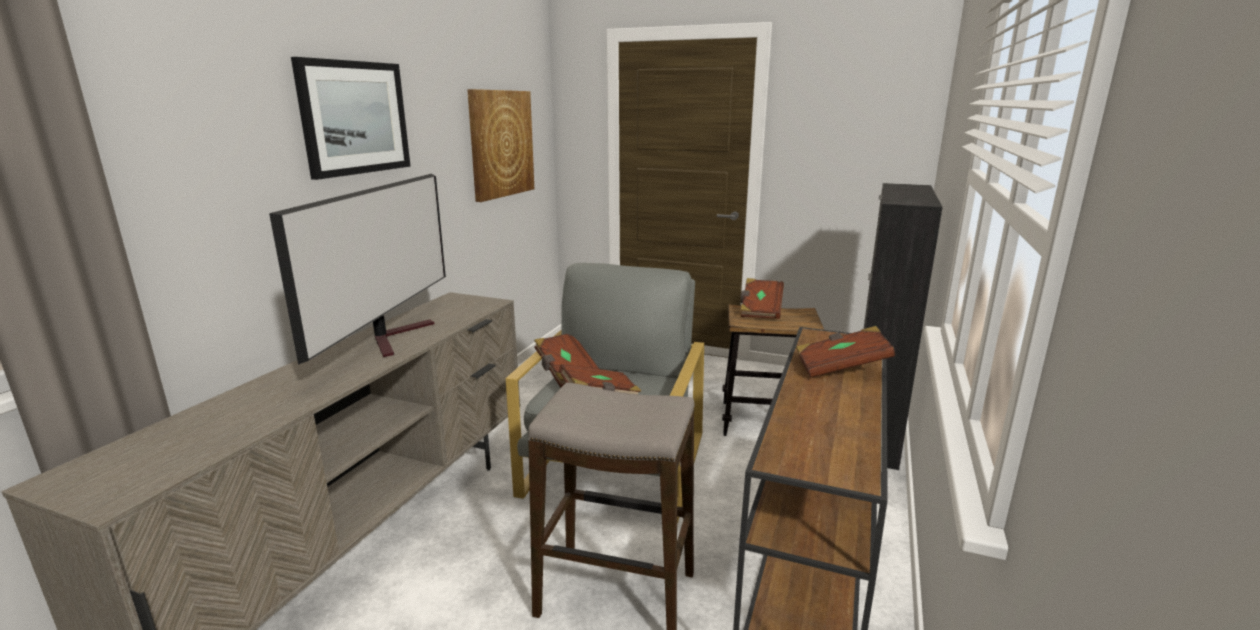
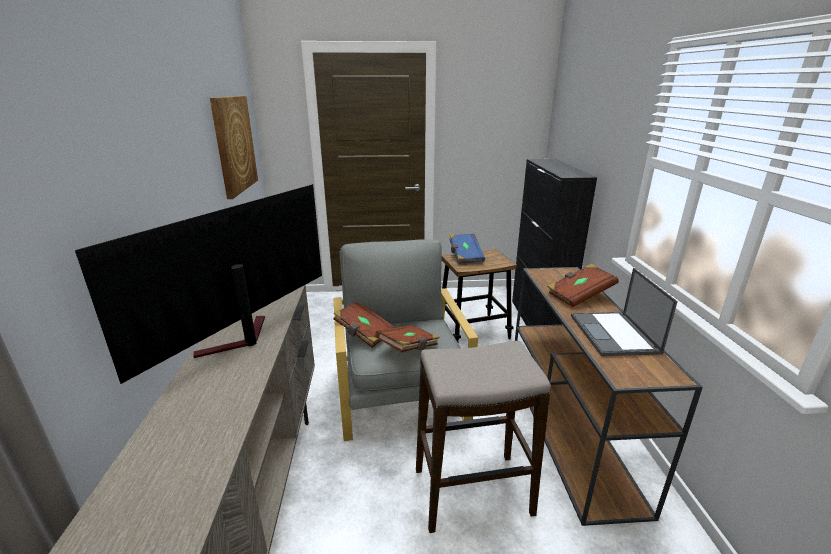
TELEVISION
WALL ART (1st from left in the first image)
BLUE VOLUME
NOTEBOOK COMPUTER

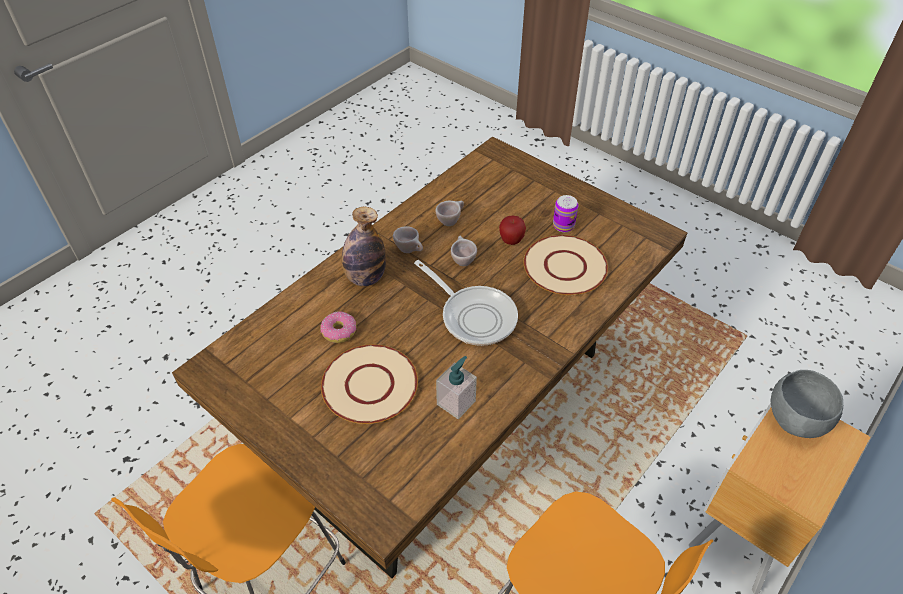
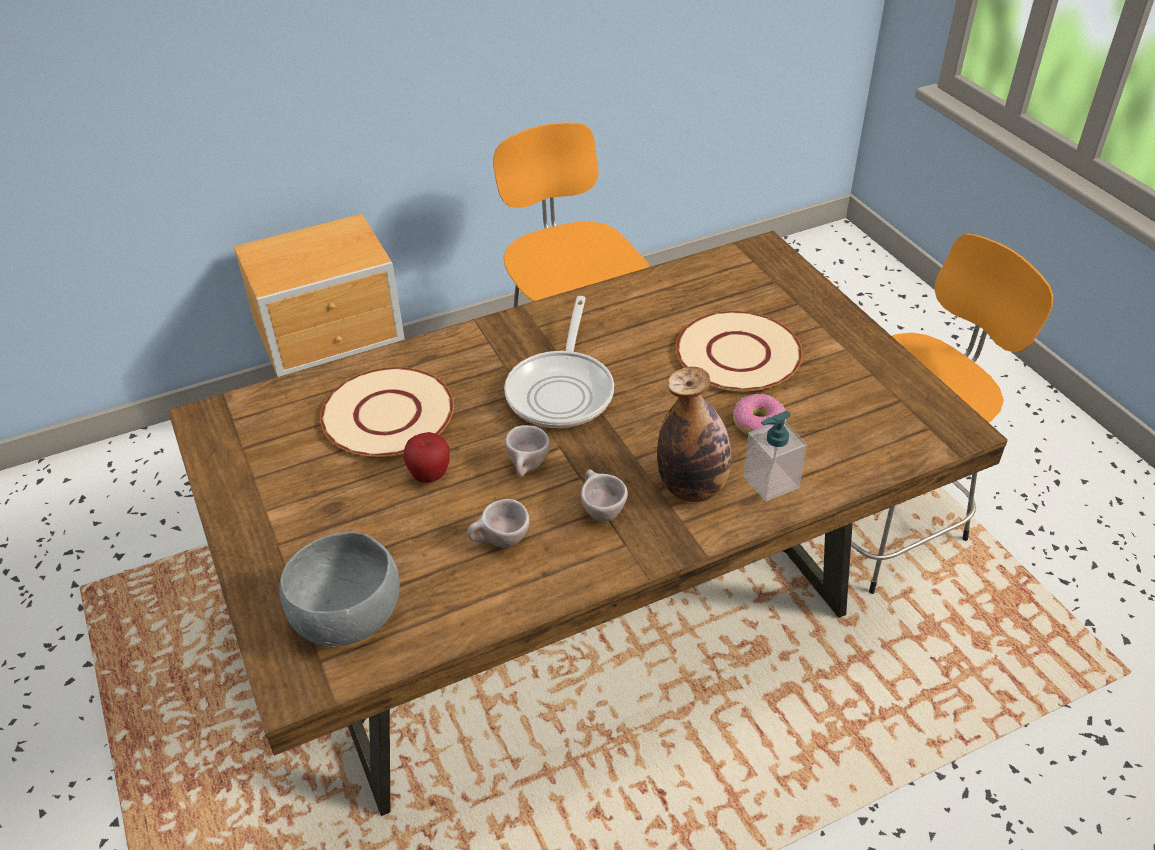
PAN
SOAP DISPENSER
SEALED CAN
GREYISH BOWL

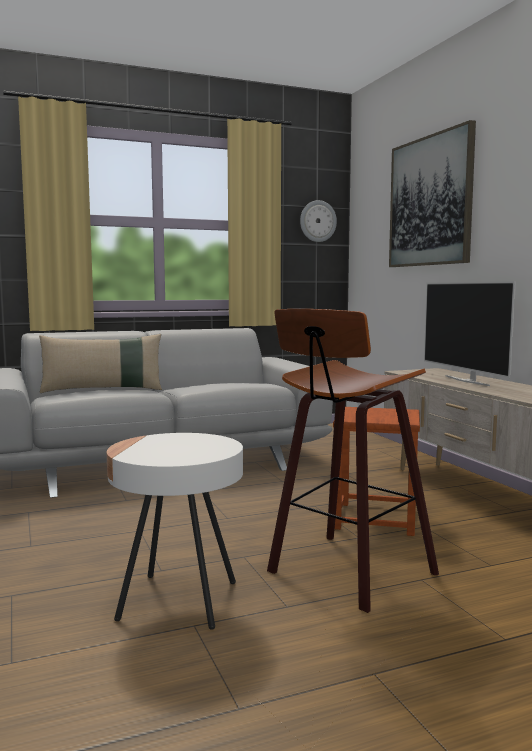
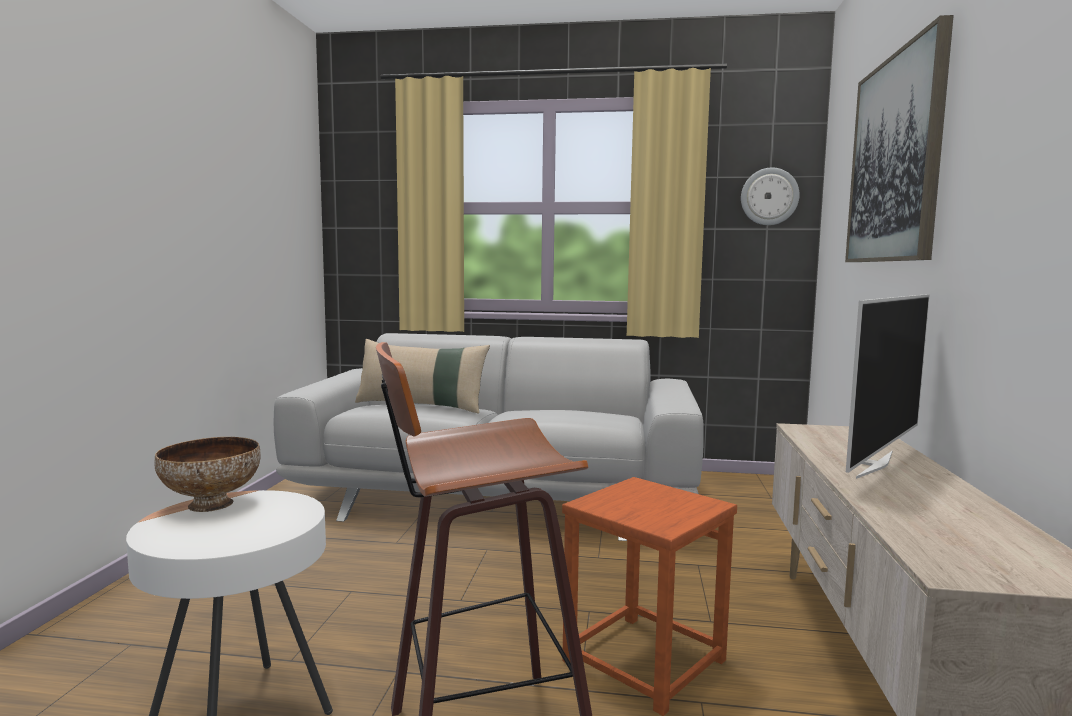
TELEVISION
BOWL

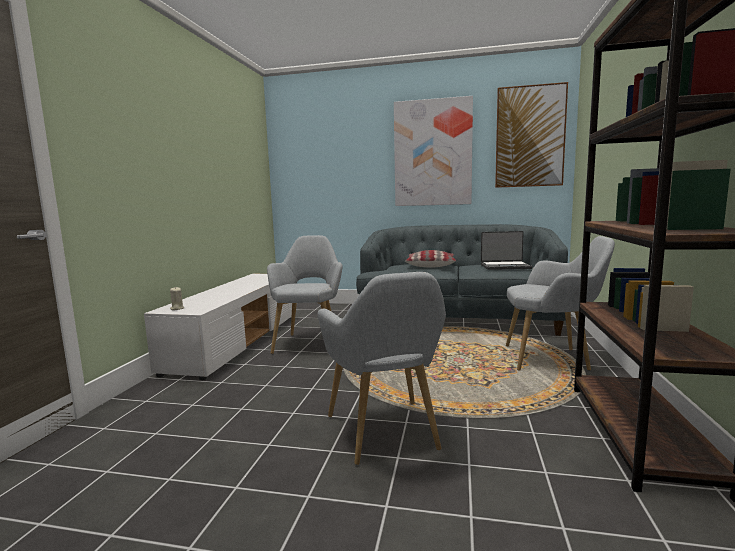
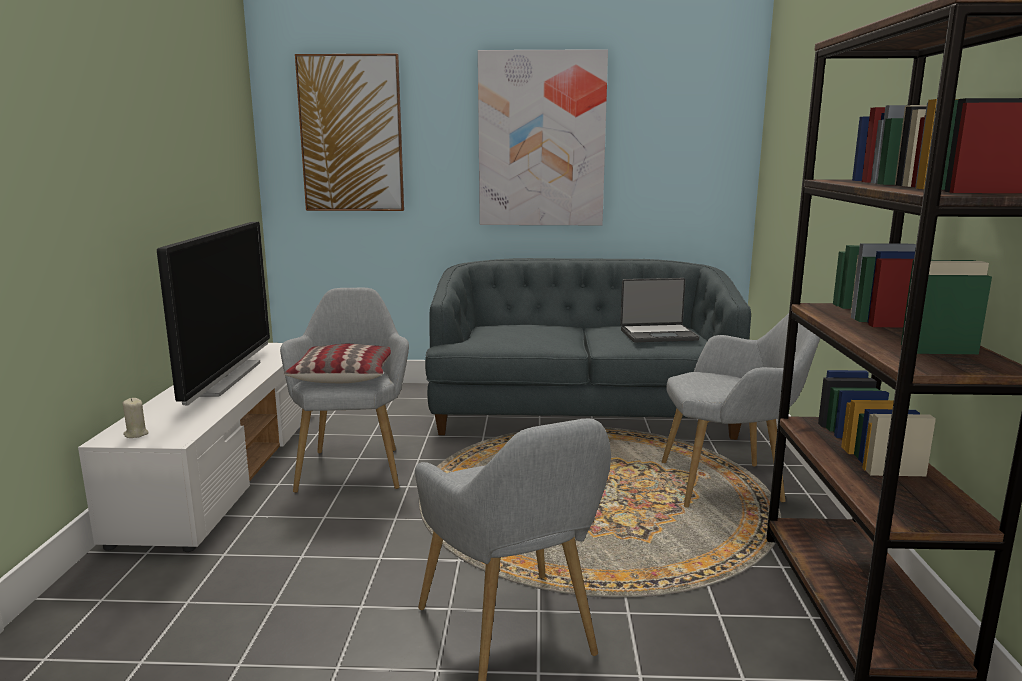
CUSHION
WALL ART (1st from left)
TELEVISION

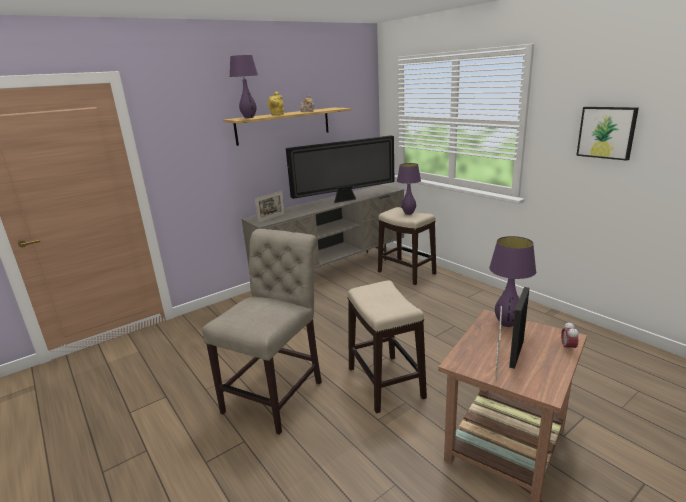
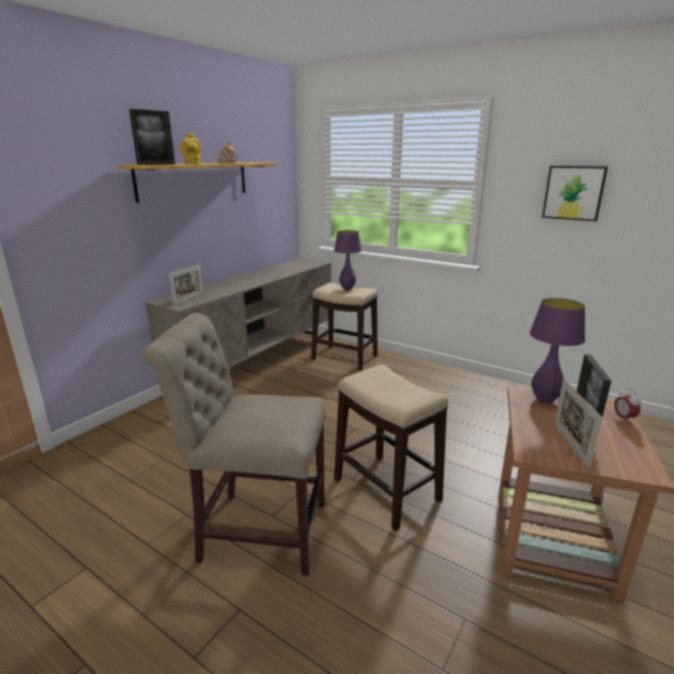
BEIGE PLAIN CHAIR
PHOTO FRAME (1st from left)
TELEVISION

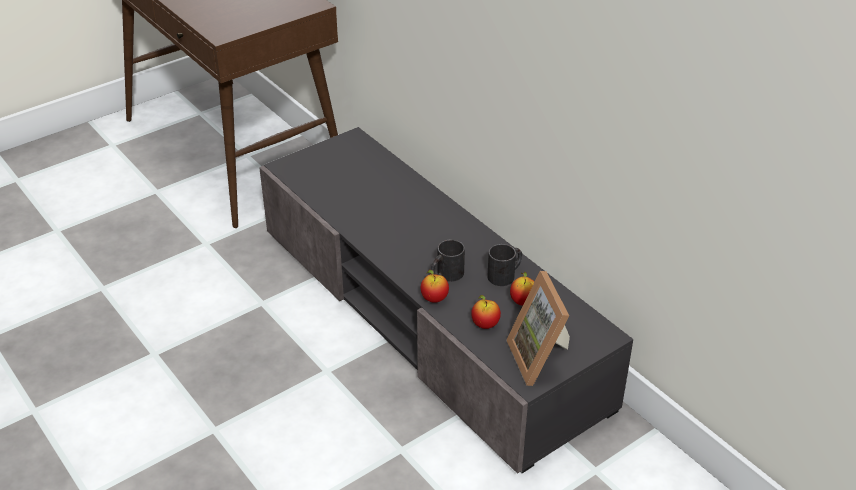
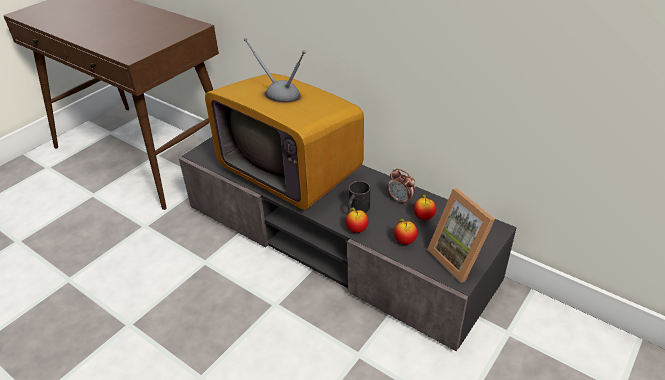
TABLE CLOCK
TELEVISION

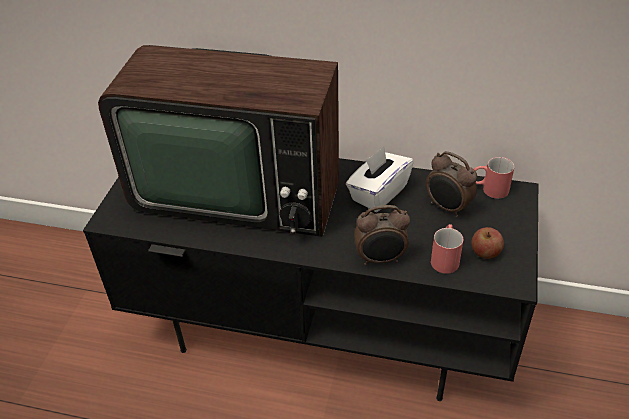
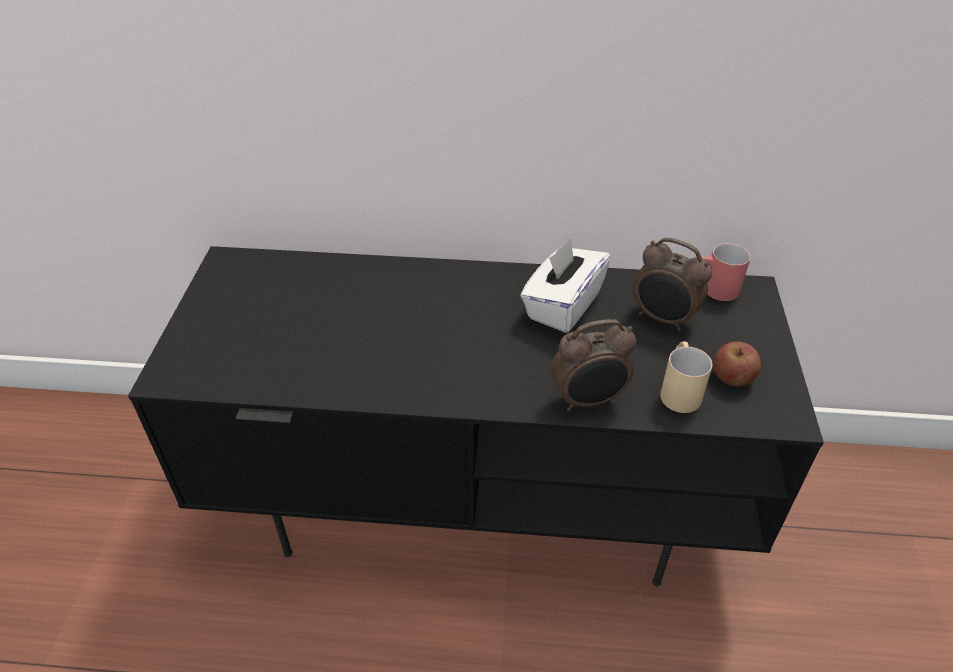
TELEVISION
BEIGE TEA MUG

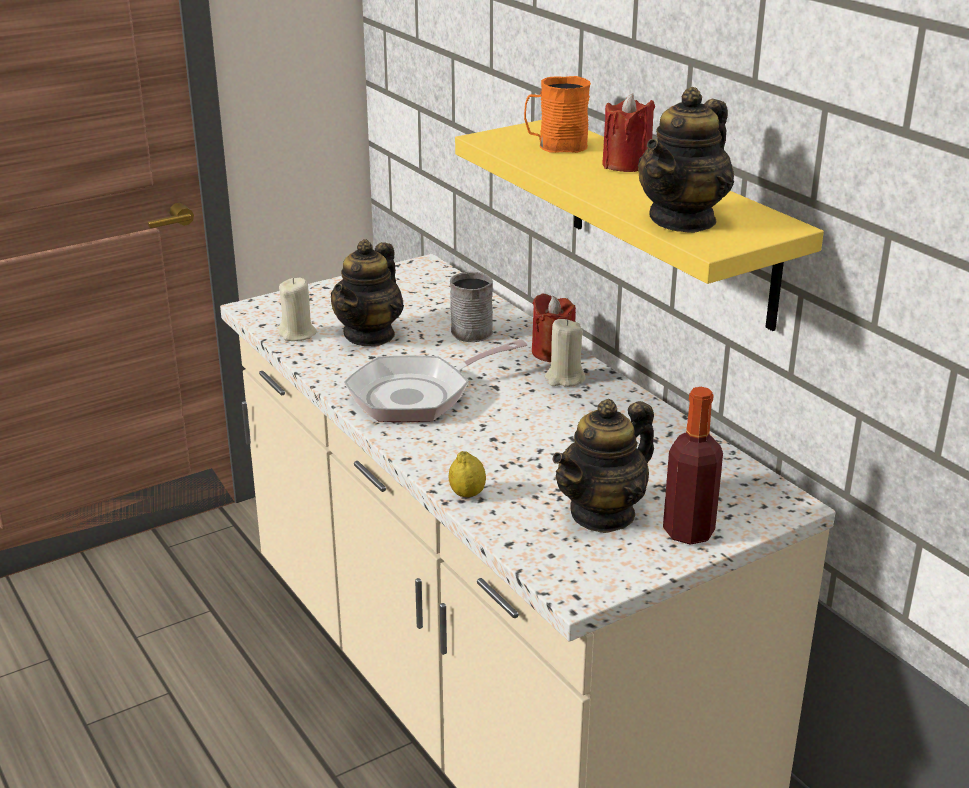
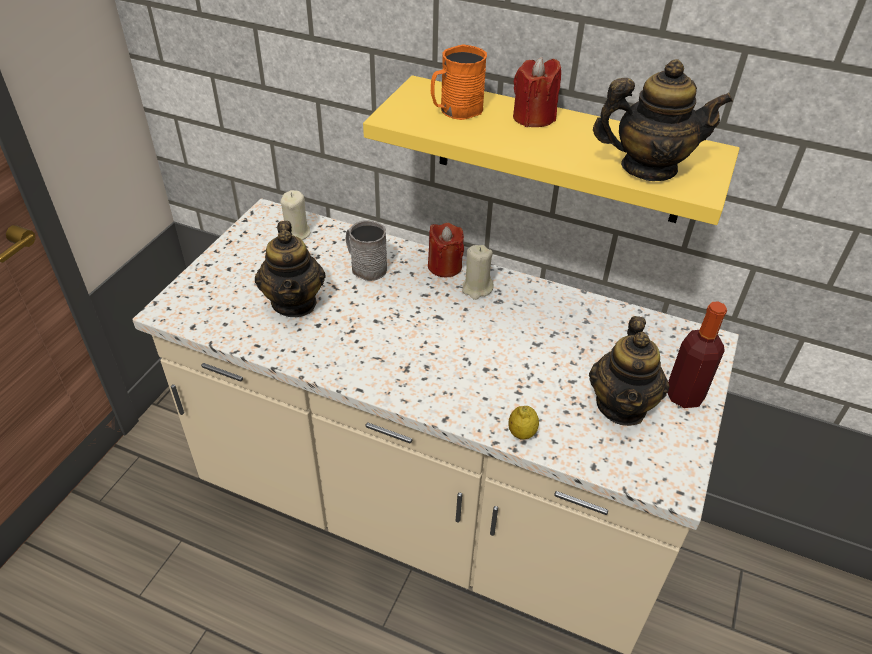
BEIGE WAX LIGHT (1st from left)
PAN
POT FOR TEA (3rd from left)

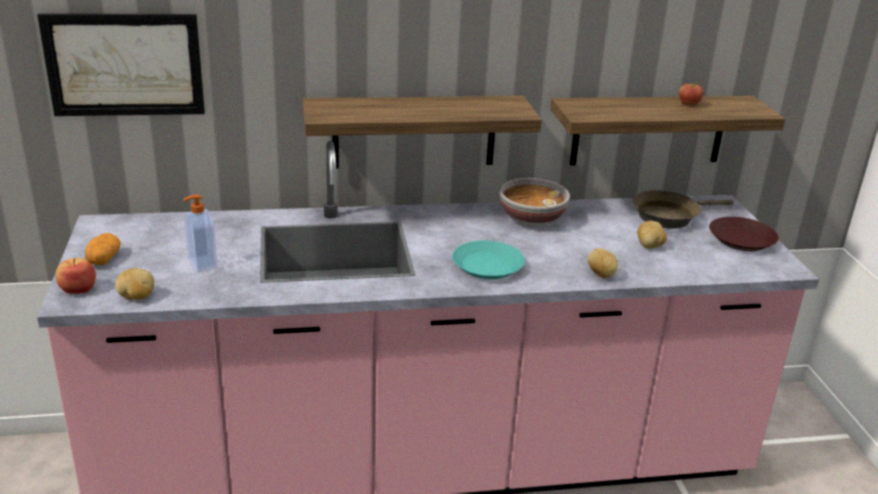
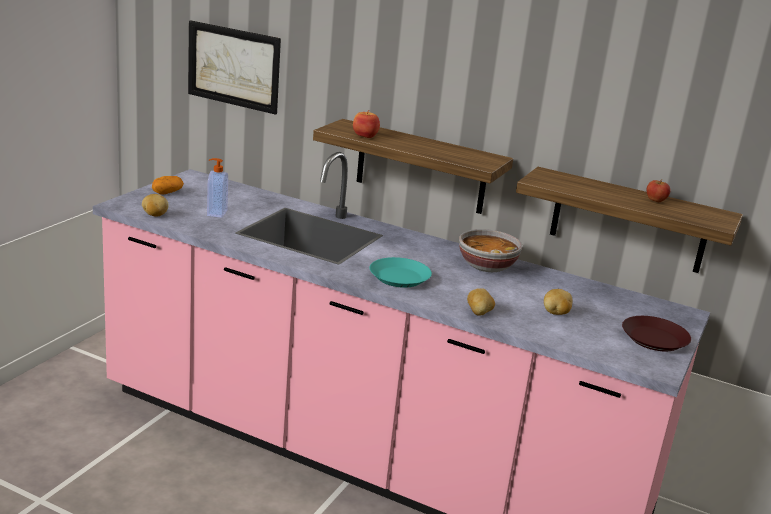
WHOLE APPLE (1st from left)
BROWN-COLOURED PAN

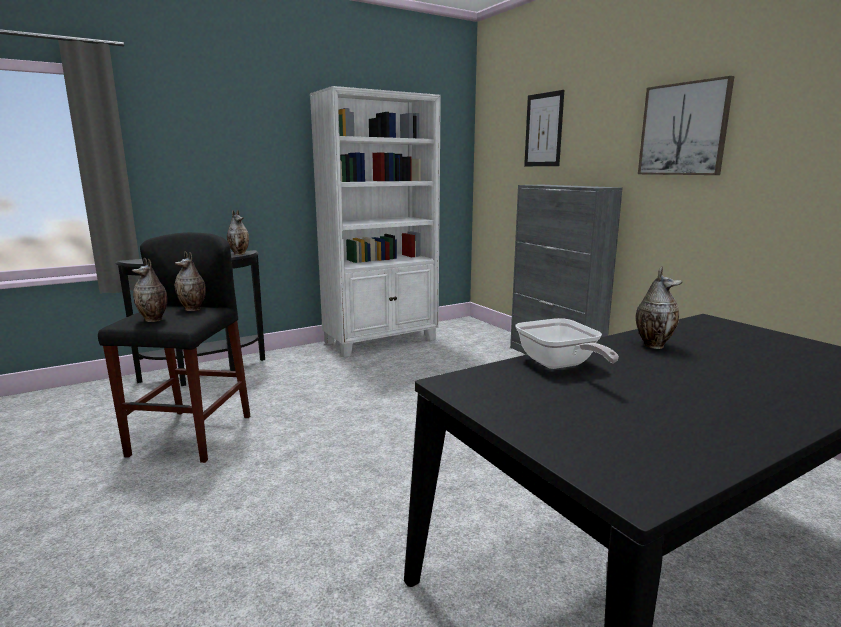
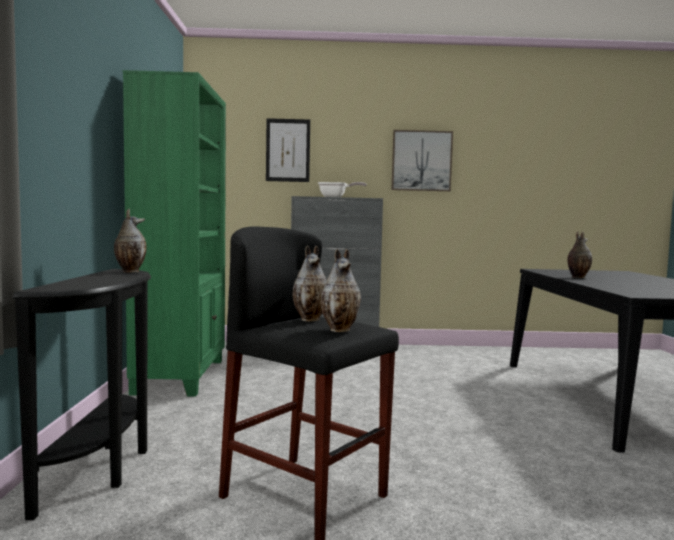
GREENISH SHELVING UNIT
PAN

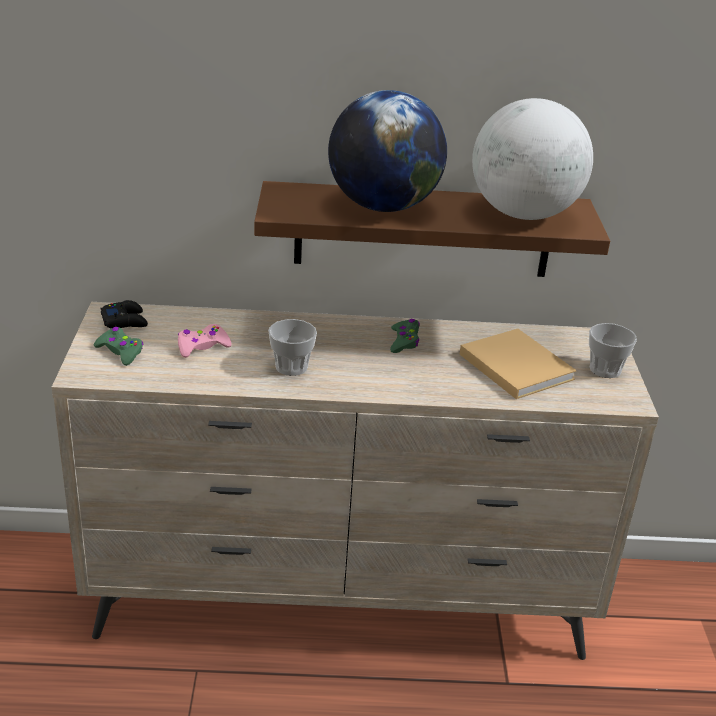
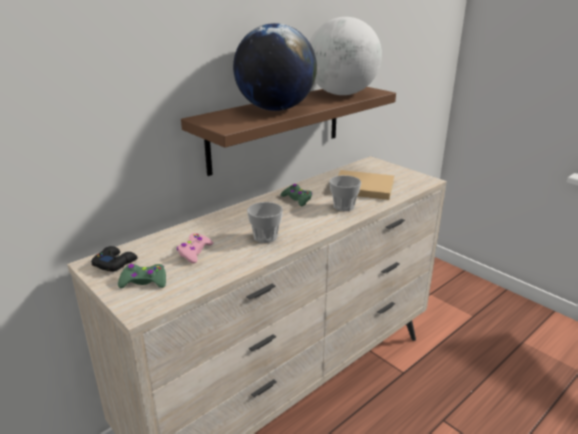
CUP (2nd from left)

